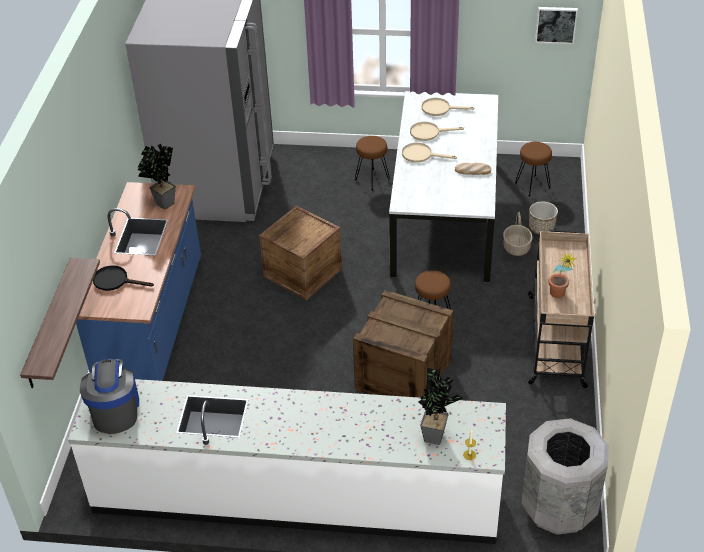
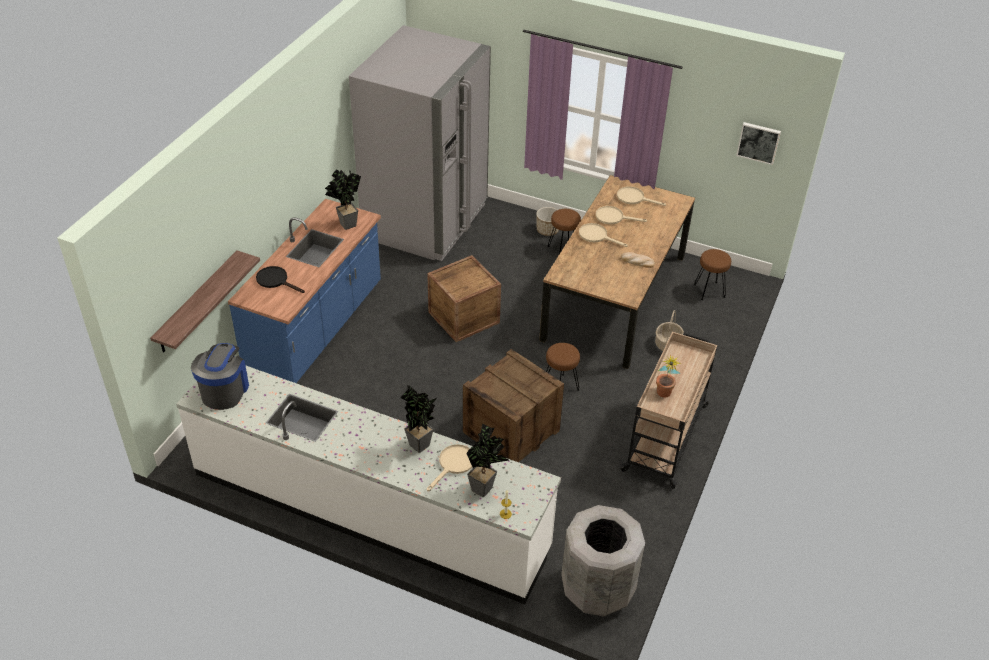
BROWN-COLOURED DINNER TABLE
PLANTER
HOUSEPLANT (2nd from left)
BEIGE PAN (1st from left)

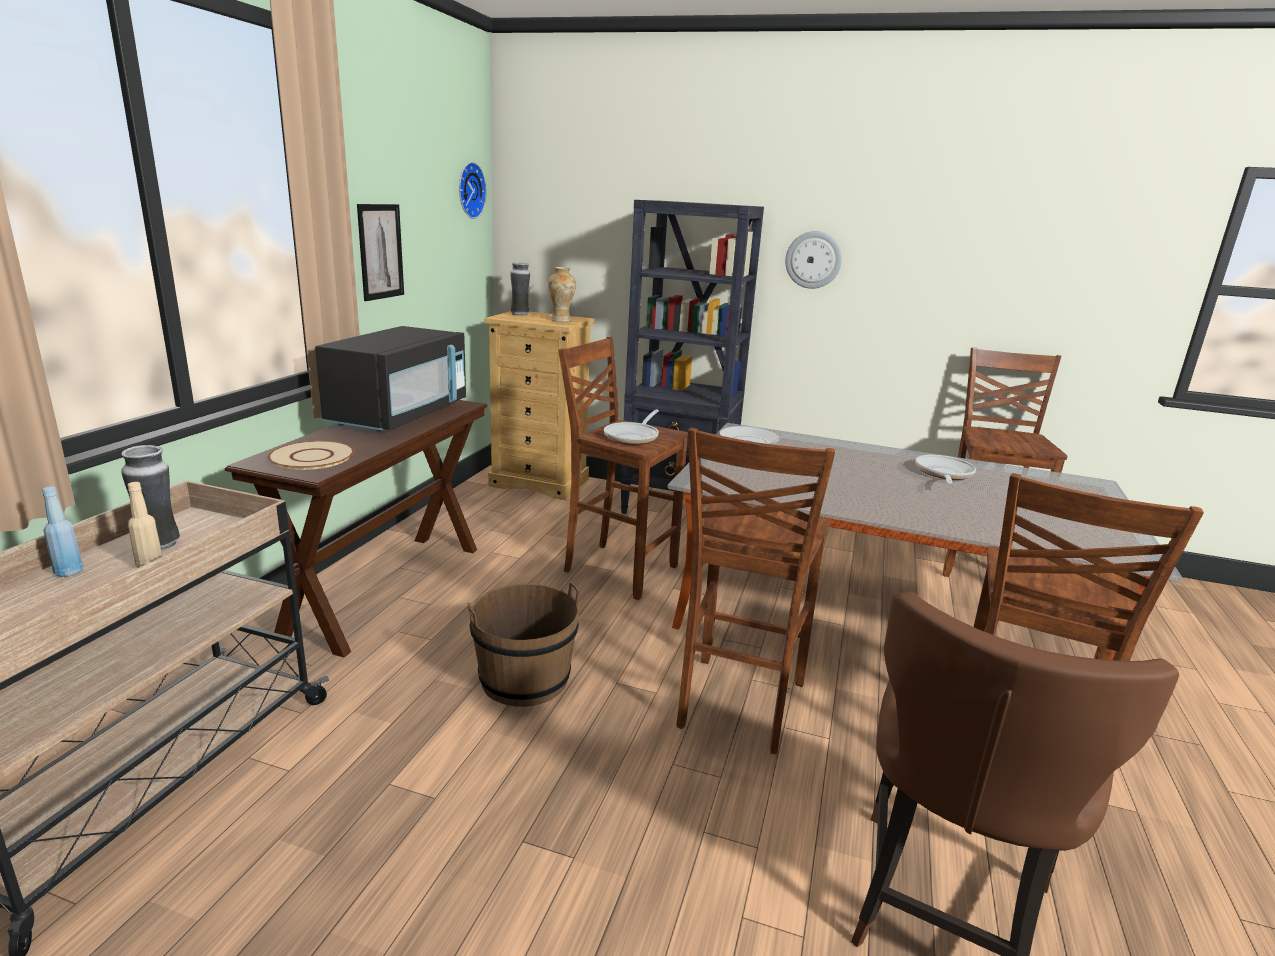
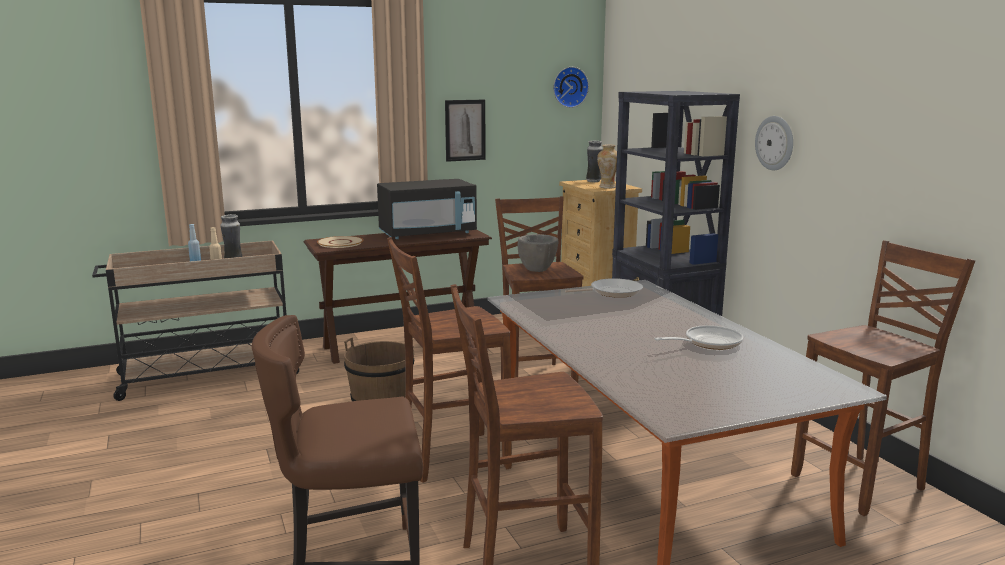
GREYISH BOWL

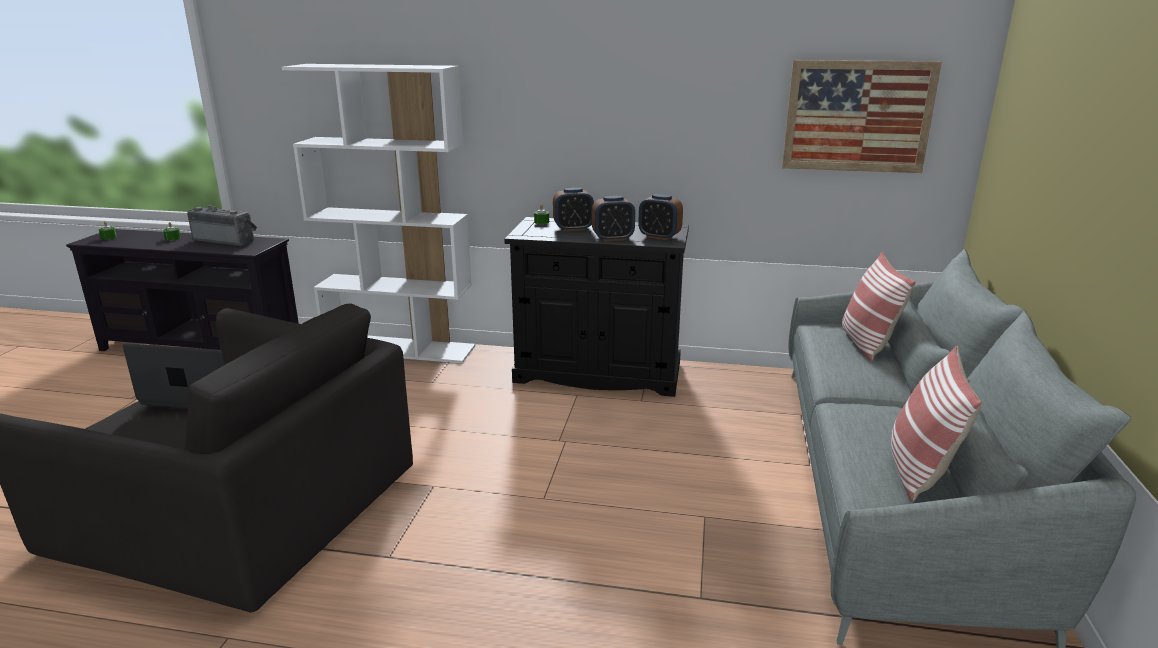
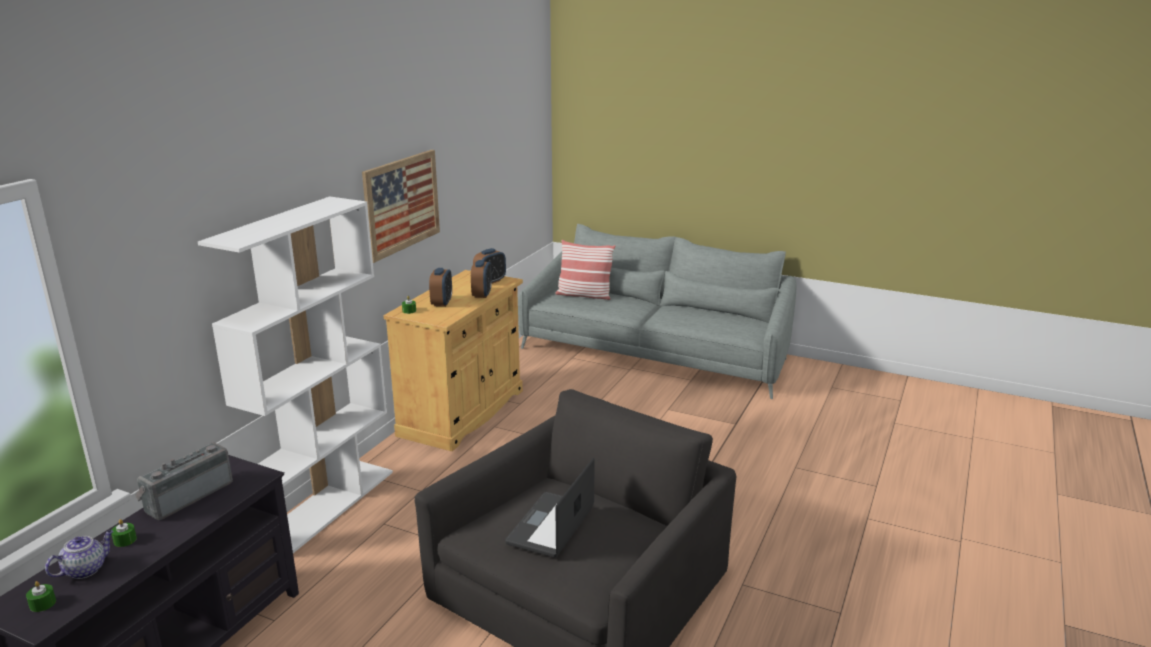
BEIGE CABINET
WALL ART
CUSHION (2nd from left in the first image)
POT FOR TEA

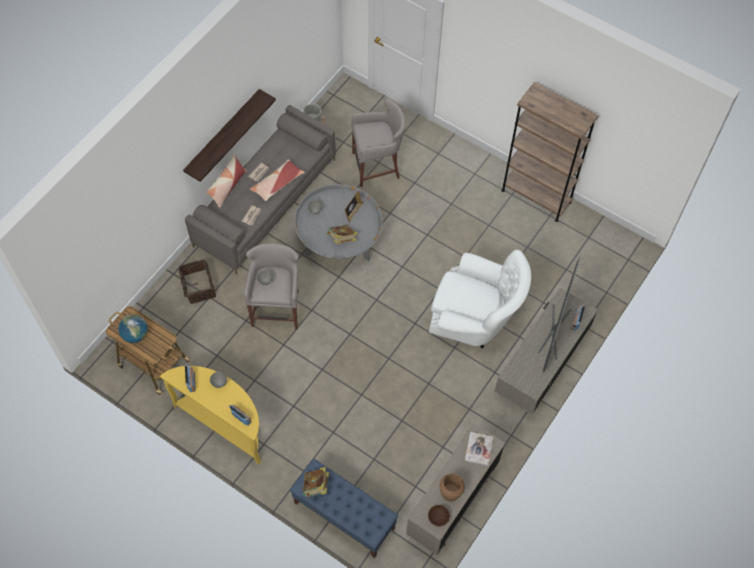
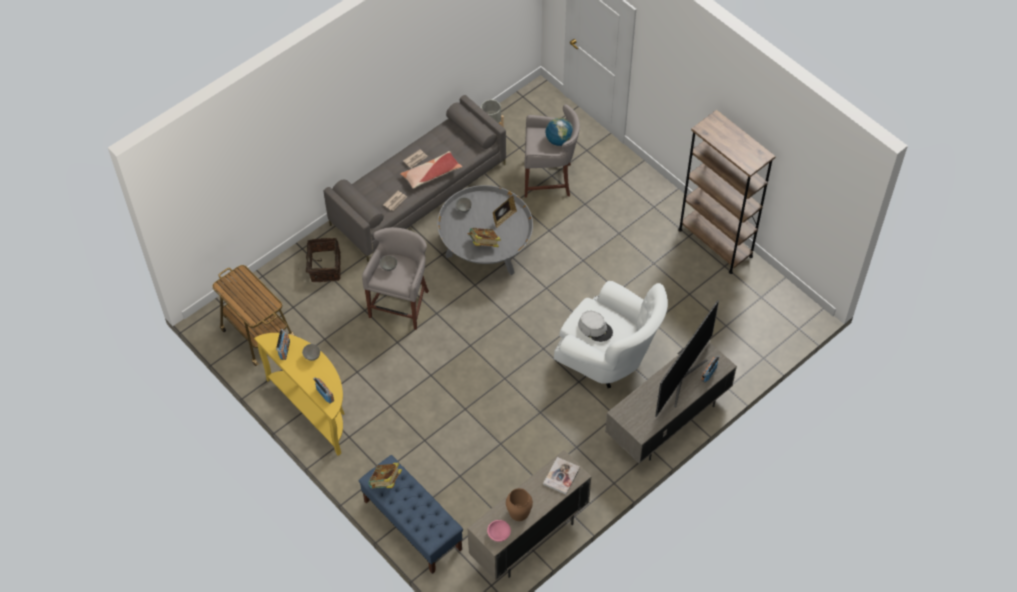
DESK GLOBE
WALL SHELF
CUSHION (1st from left in the first image)
PINK BOWL
GREYISH CLOTHING HAT

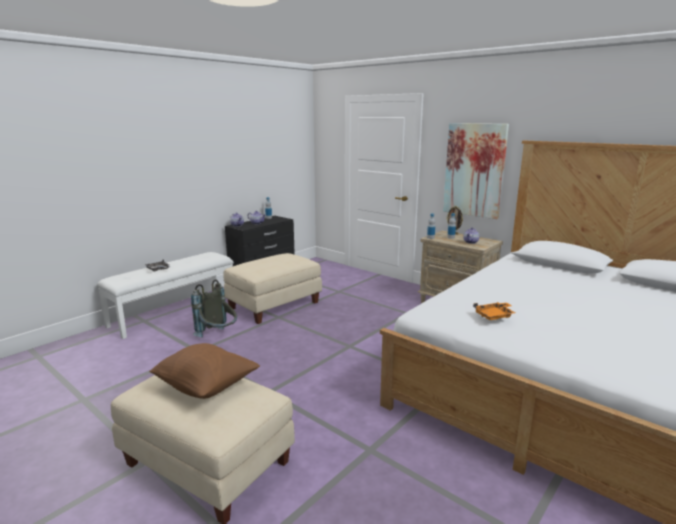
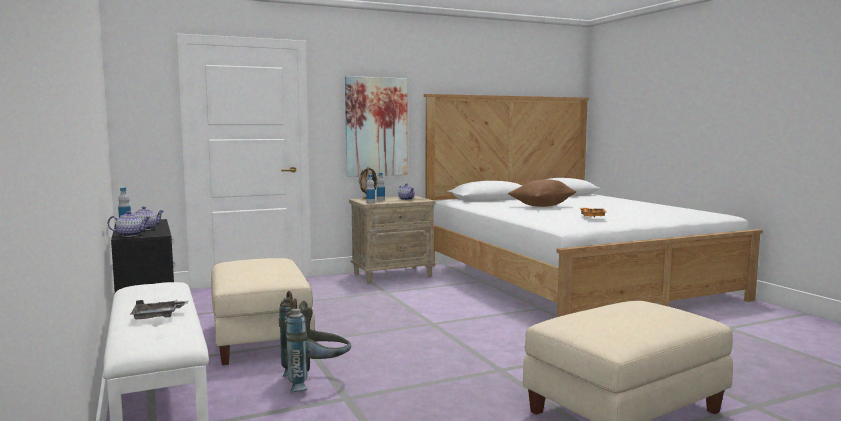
BROWN-COLOURED CUSHION

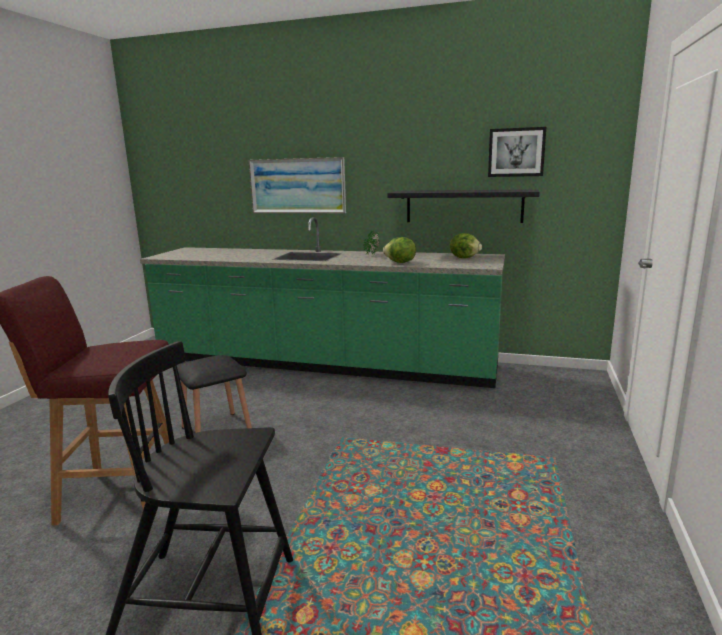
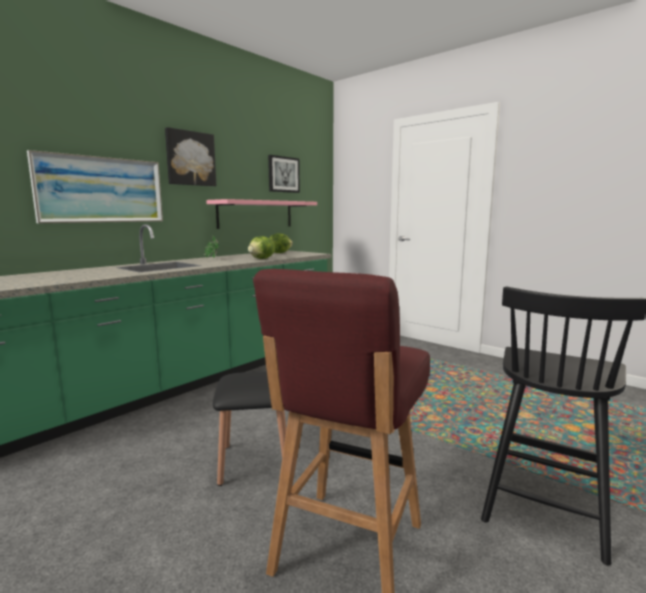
PINK WALL SHELF
WALL ART (2nd from left)

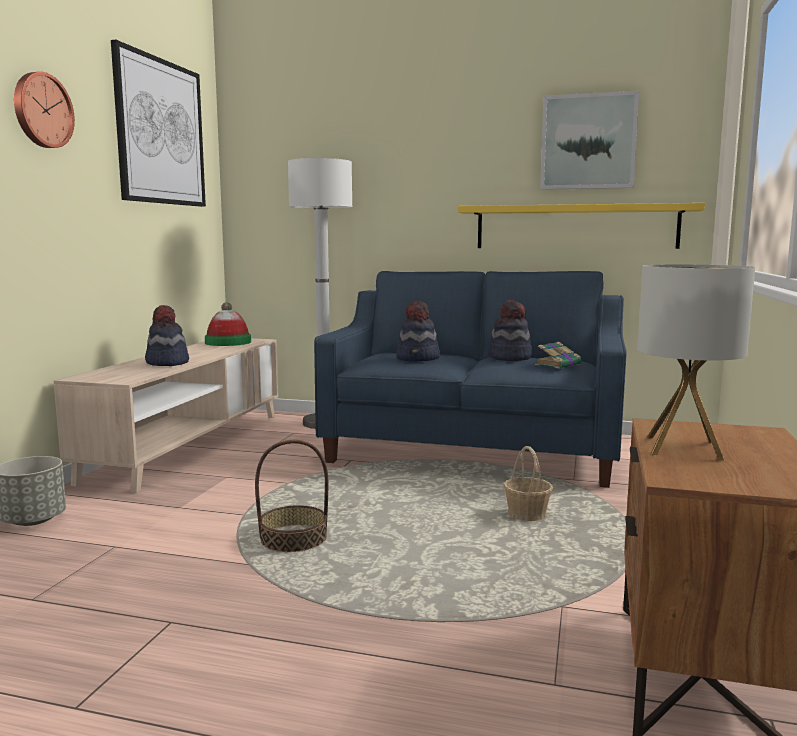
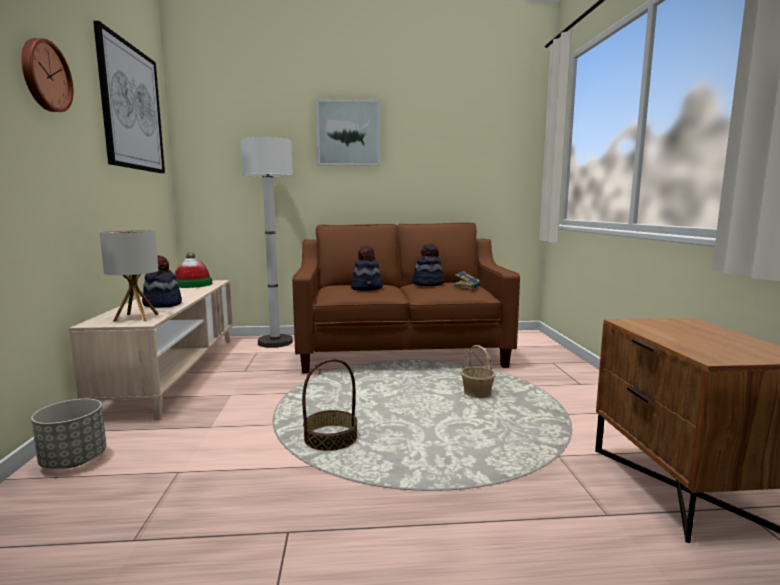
BROWN-COLOURED COUCH
YELLOW WALL SHELF
WALL ART (2nd from left)
TABLE LAMP

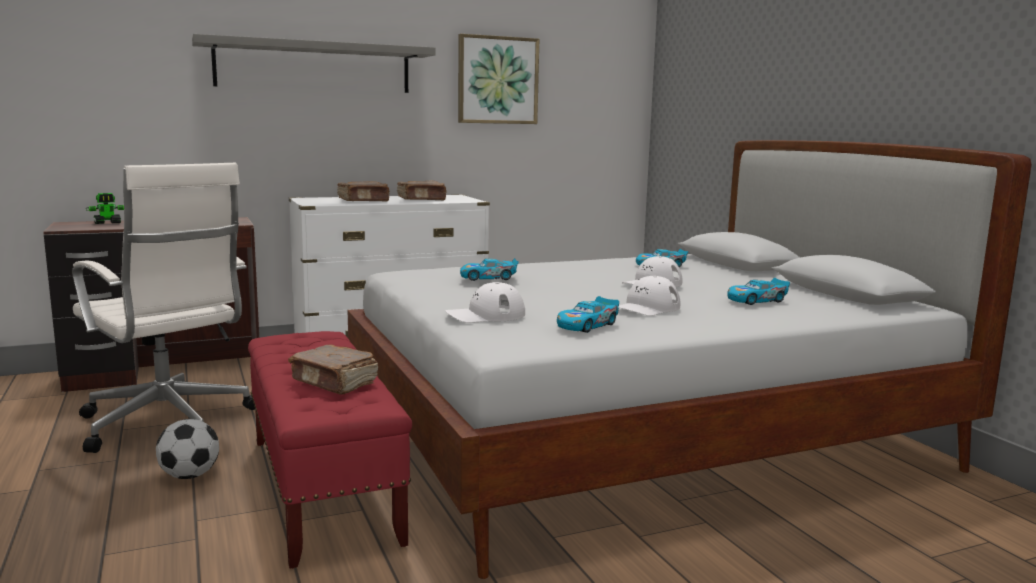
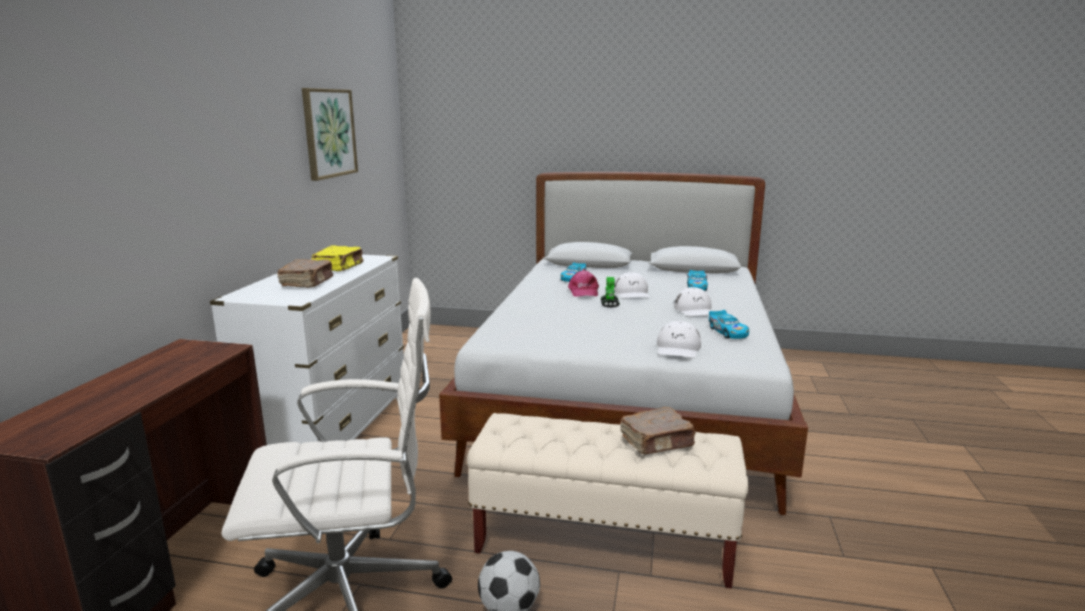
MODEL ROBOT
GREYISH WALL SHELF
BEIGE LONG SEAT
YELLOW VOLUME
MODEL CAR (1st from left in the first image)
PINK BASEBALL CAP

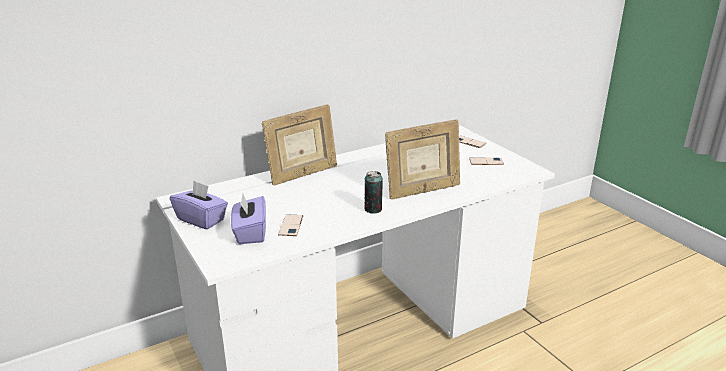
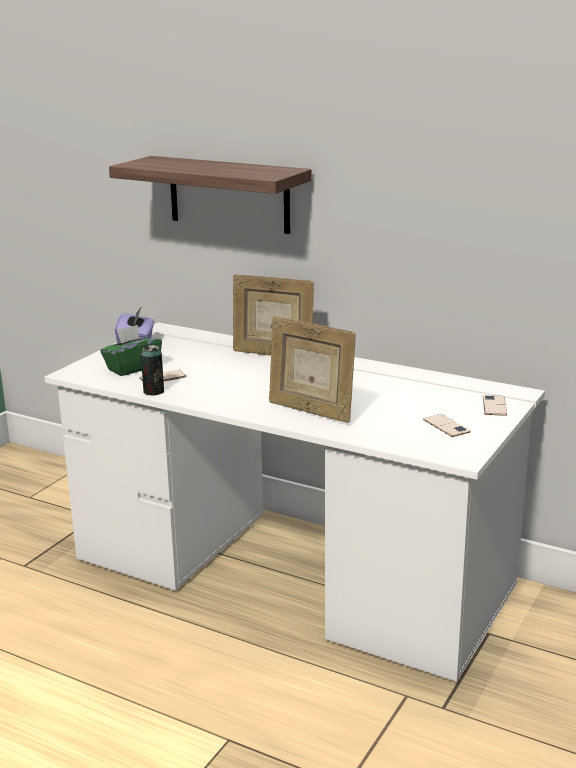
GREENISH TISSUE HOLDER
SEALED CAN
WALL SHELF

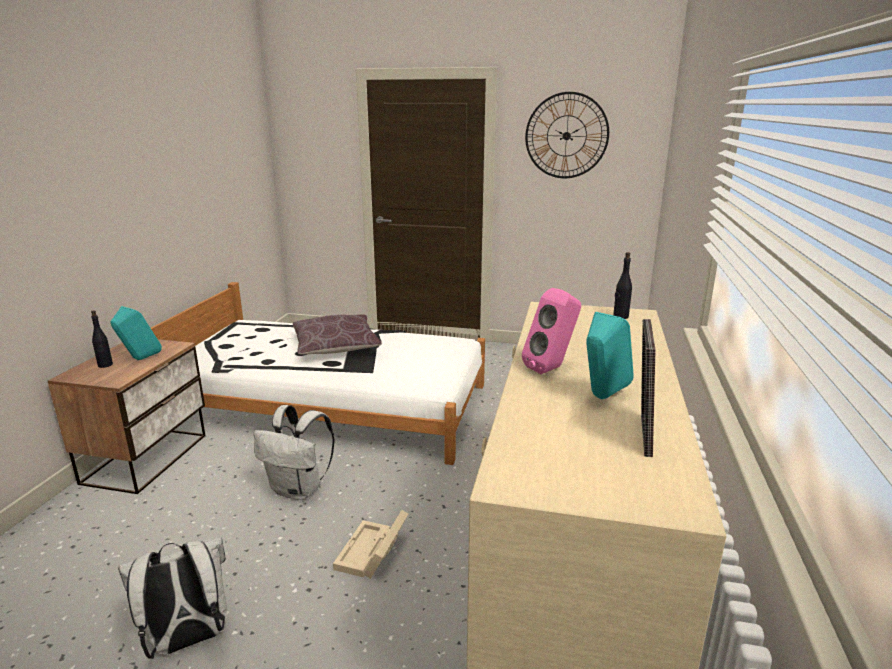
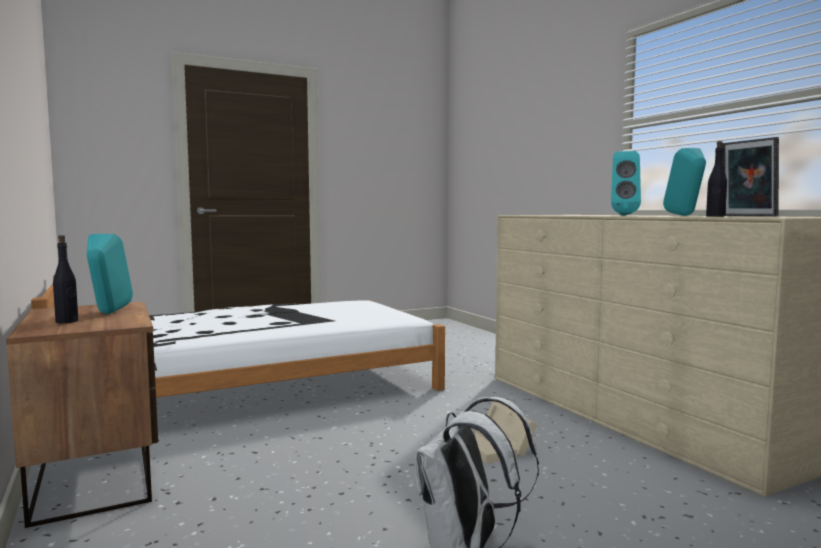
WHITISH RUCKSACK (2nd from left in the first image)
BROWN-COLOURED CUSHION
BLUE-GREEN AUDIO SPEAKER (2nd from left)
CLOCK ON THE WALL
BLACKISH BOTTLE (2nd from left)

